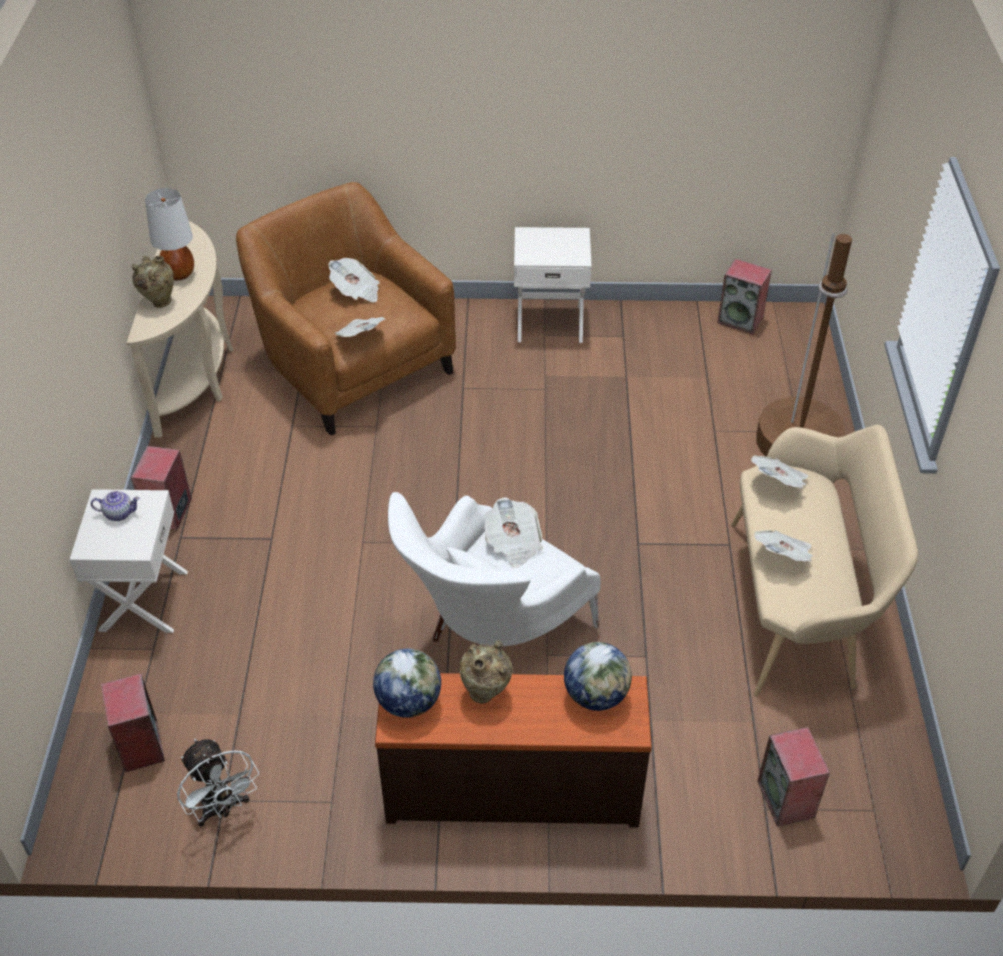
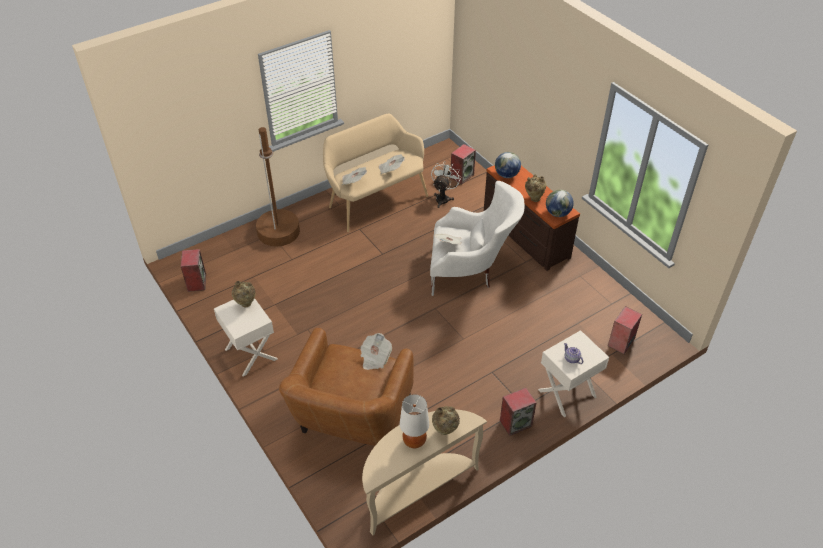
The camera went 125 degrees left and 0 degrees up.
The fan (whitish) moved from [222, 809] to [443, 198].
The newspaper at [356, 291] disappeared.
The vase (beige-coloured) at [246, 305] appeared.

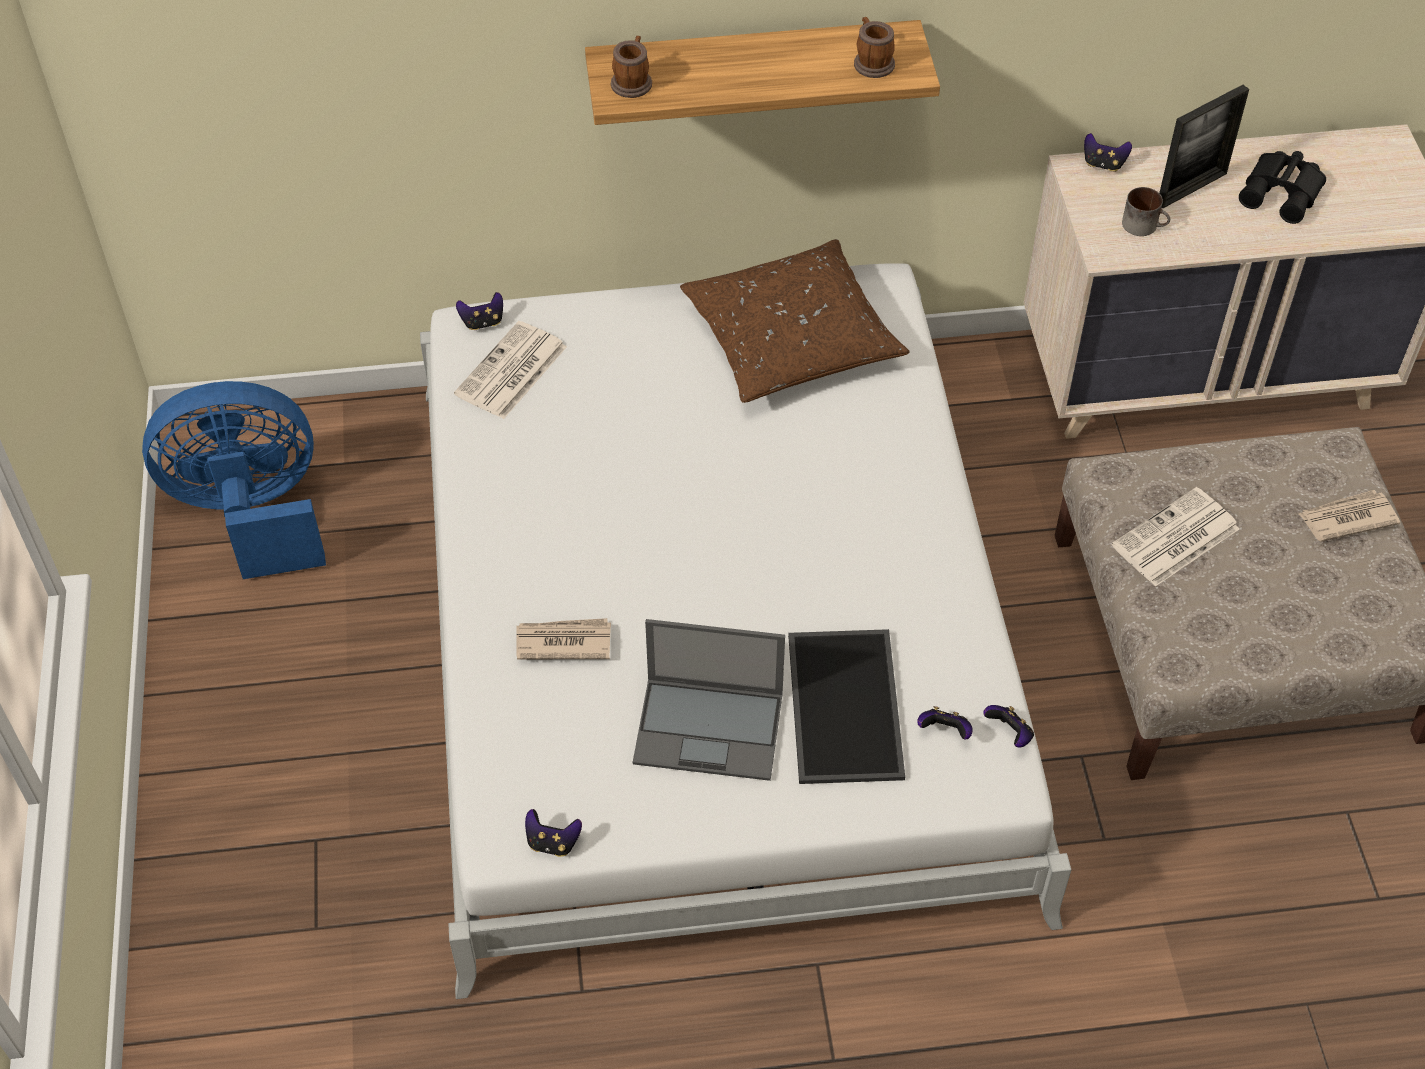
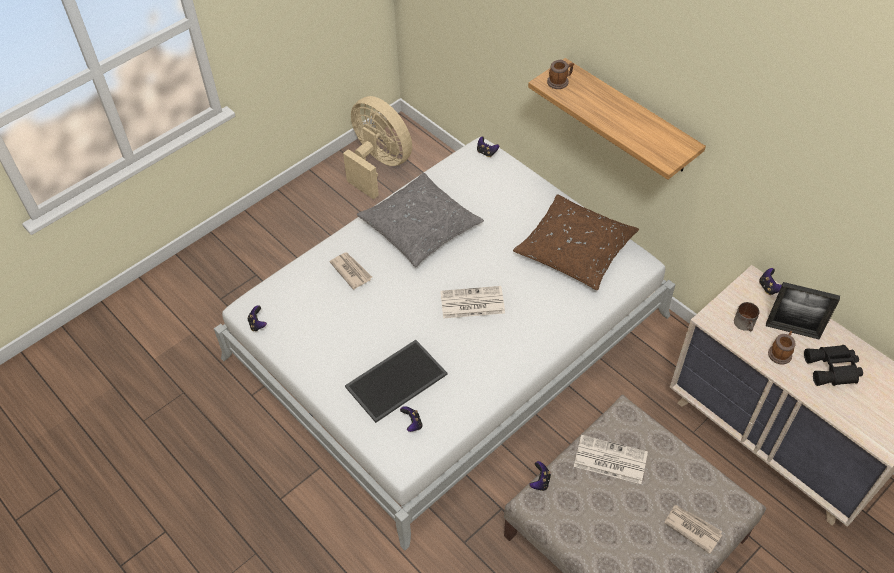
The camera went 55 degrees right and 0 degrees up.
The fan (blue-coloured) at [252, 514] became the fan (beige-coloured) at [378, 165].
The newspaper moved from [511, 372] to [471, 303].
The notebook computer at [710, 728] disappeared.
The mug moved from [871, 62] to [780, 352].
The joypad moved from [1009, 734] to [540, 481].
The cushion (gray) at [420, 227] appeared.

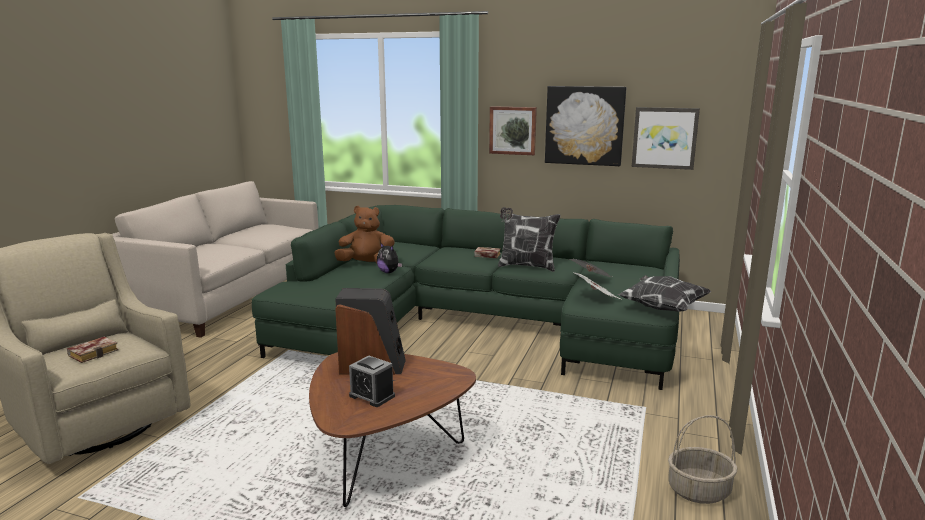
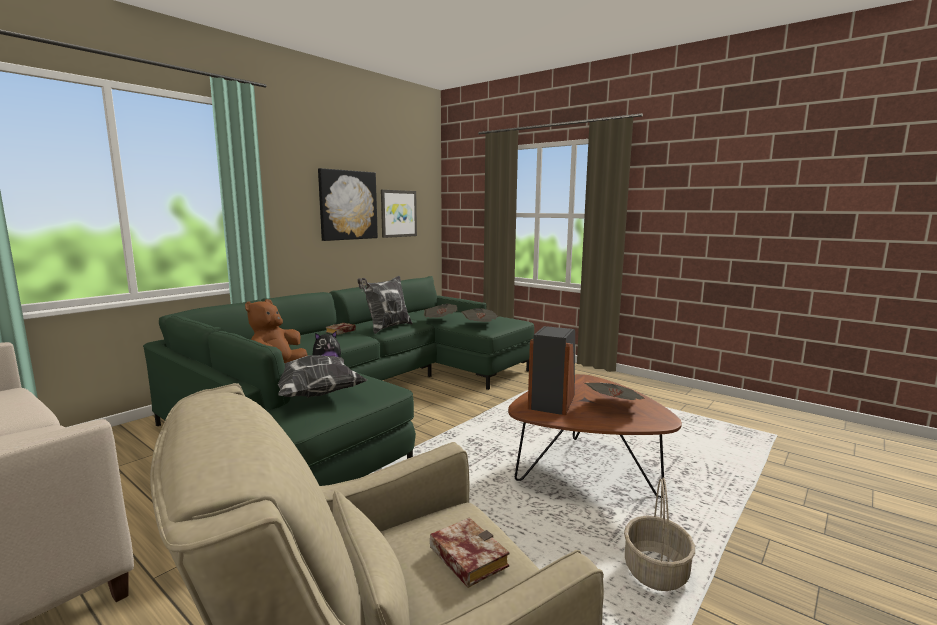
The camera went 70 degrees left and 5 degrees down.
The alarm clock at [372, 396] was replaced by the newspaper at [614, 407].
The picture at [513, 130] disappeared.
The cushion moved from [662, 308] to [312, 394].
The household basket moved from [698, 491] to [656, 572].

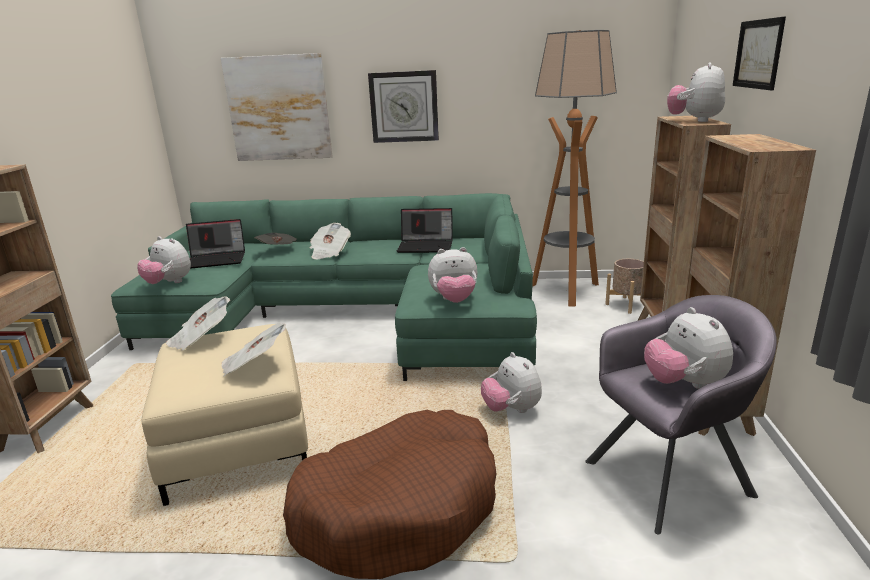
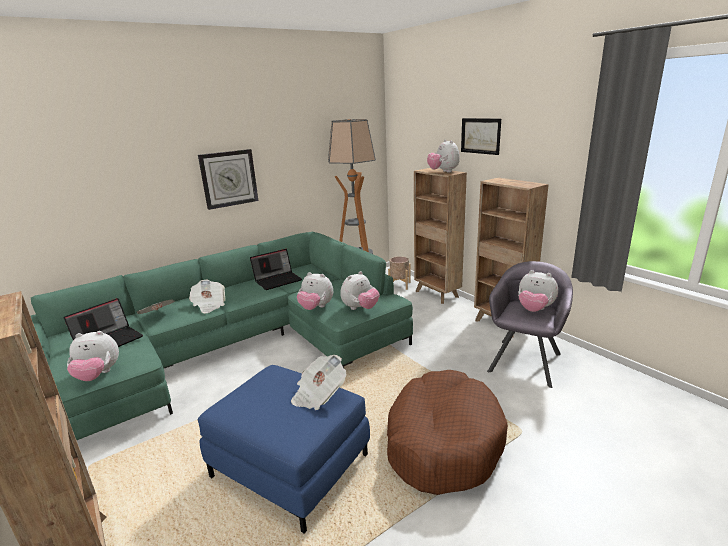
The camera went 40 degrees left and 0 degrees up.
The pouffe (beige-coloured) at [238, 442] became the pouffe (blue-coloured) at [290, 466].
The newspaper at [201, 339] disappeared.
The picture at [278, 108] disappeared.
The soft toy moved from [511, 409] to [316, 308].

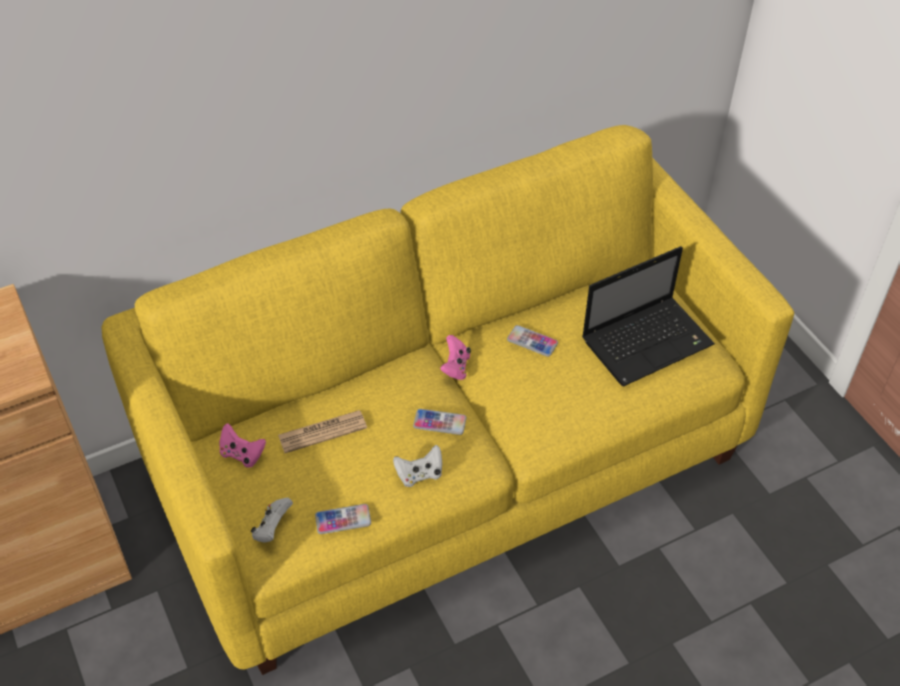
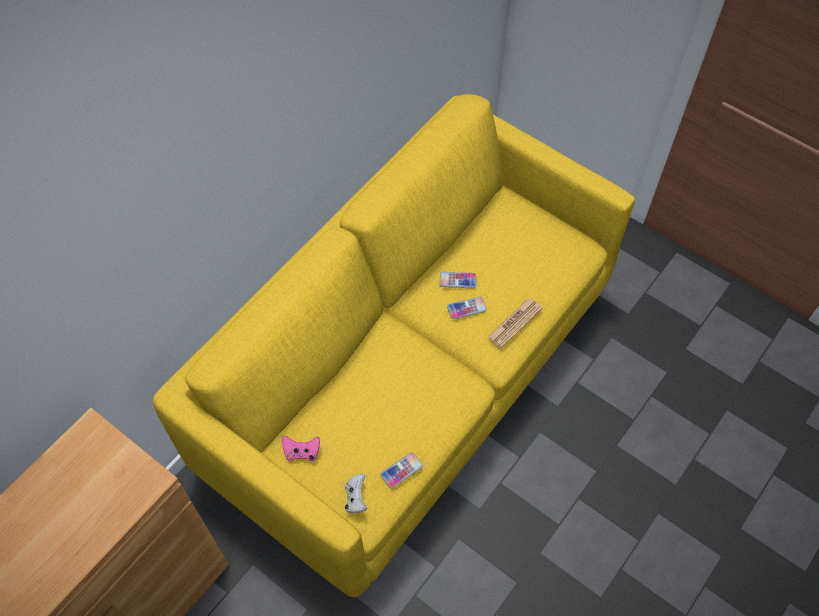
The camera went 25 degrees left and 10 degrees up.
The newspaper moved from [322, 432] to [514, 323].
The joypad (whitish) at [419, 474] disappeared.
The handset moved from [439, 422] to [466, 308].
The joypad (pink) at [455, 367] disappeared.
The notebook computer at [648, 341] disappeared.

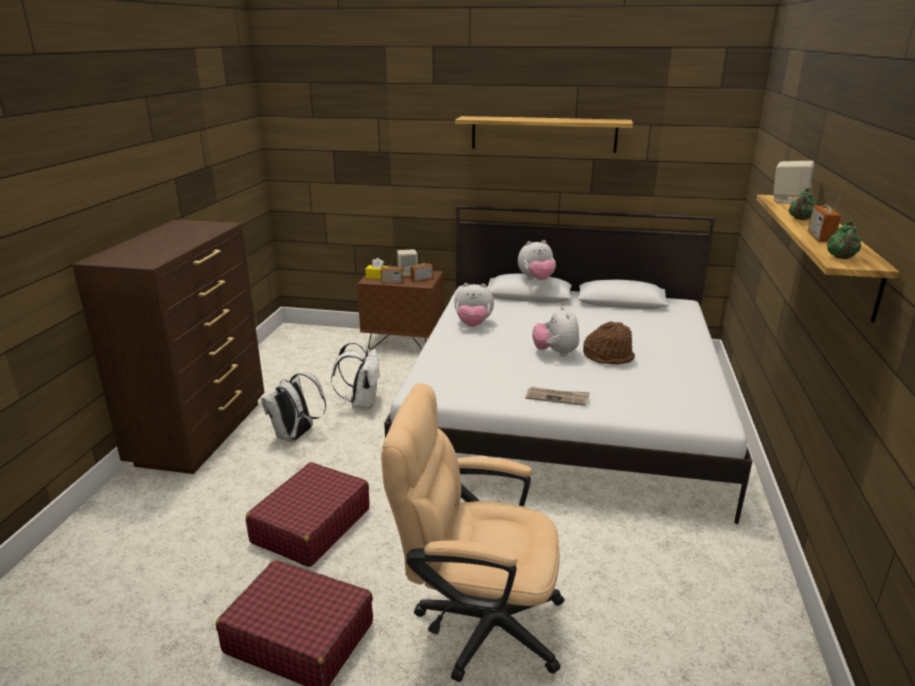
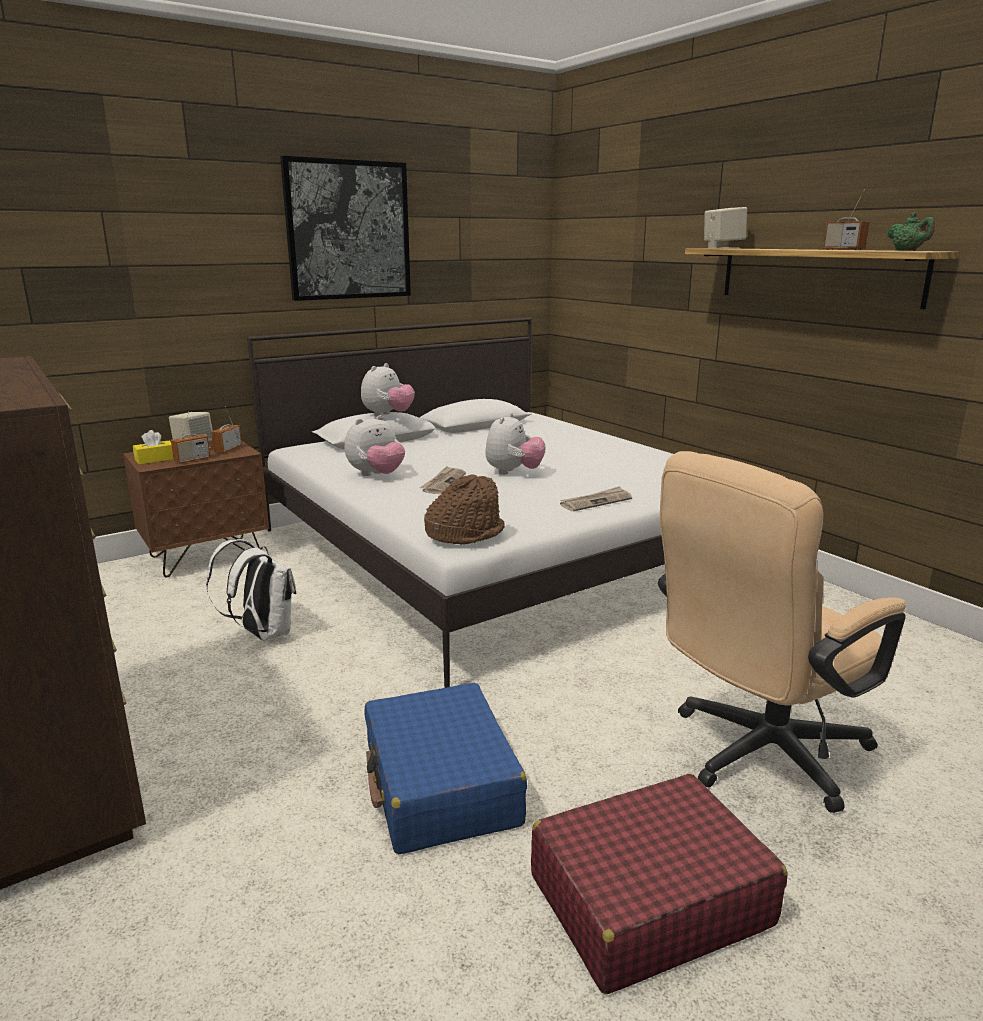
The camera went 45 degrees left and 5 degrees down.
The suitcase (reddish) at [311, 526] became the suitcase (blue-coloured) at [440, 785].
The rucksack (whitish) at [296, 436] disappeared.
The shelf at [543, 134] was replaced by the picture at [348, 230].
The soft toy at [555, 353] turned 105 degrees counterclockwise.
The clothing hat (brown-coloured) moved from [608, 356] to [464, 533].
The tea pot (green) at [800, 219] disappeared.
The newspaper at [443, 482] appeared.

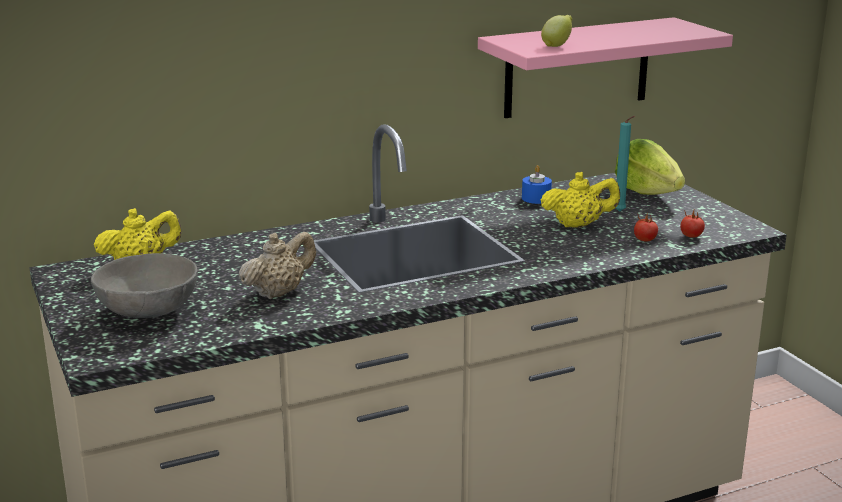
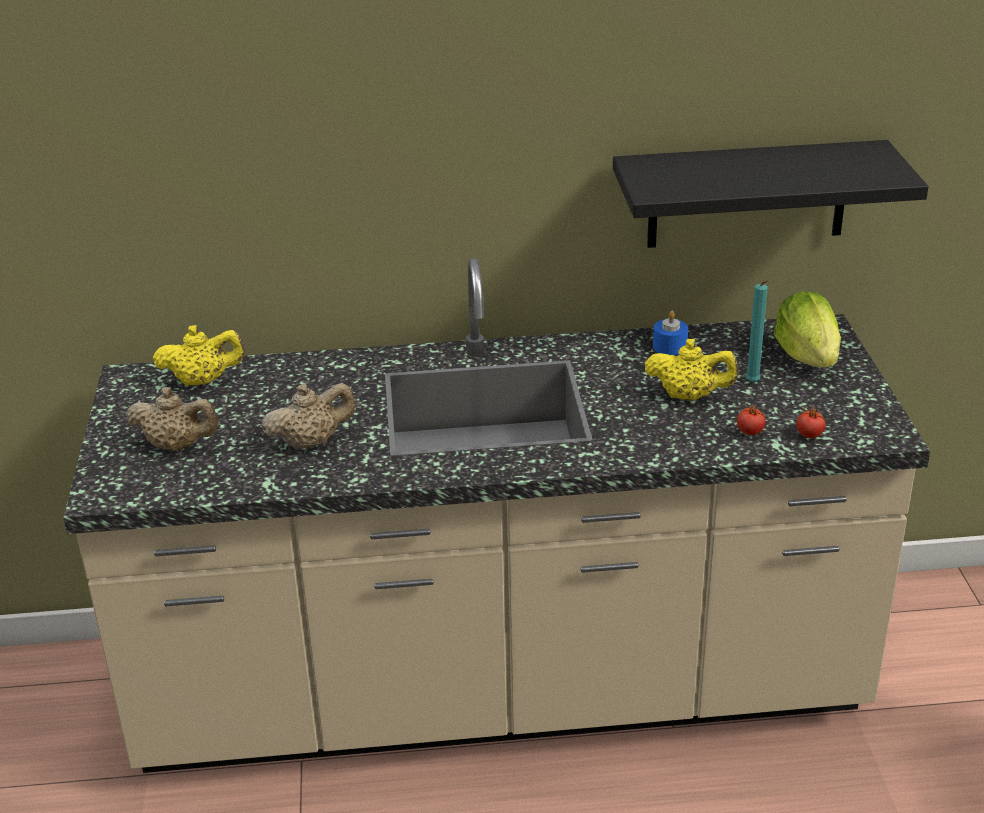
The camera went 20 degrees right and 10 degrees up.
The deep dish (gray) at [149, 312] was replaced by the tea pot (beige-coloured) at [177, 446].
The shelf (pink) at [577, 68] became the shelf (black) at [747, 194].
The whole lemon at [557, 45] disappeared.

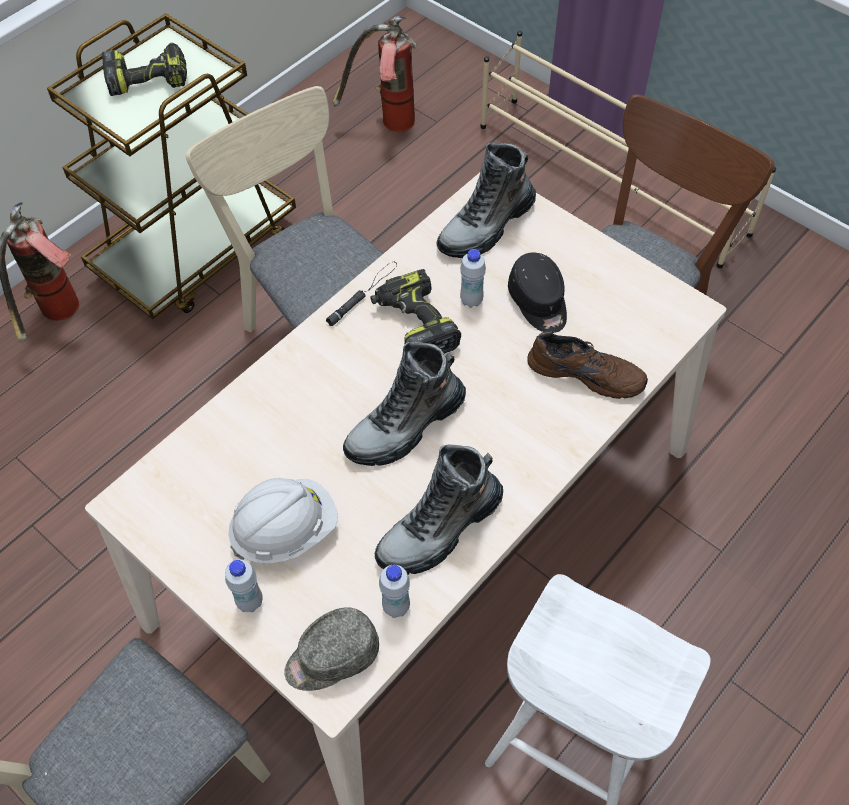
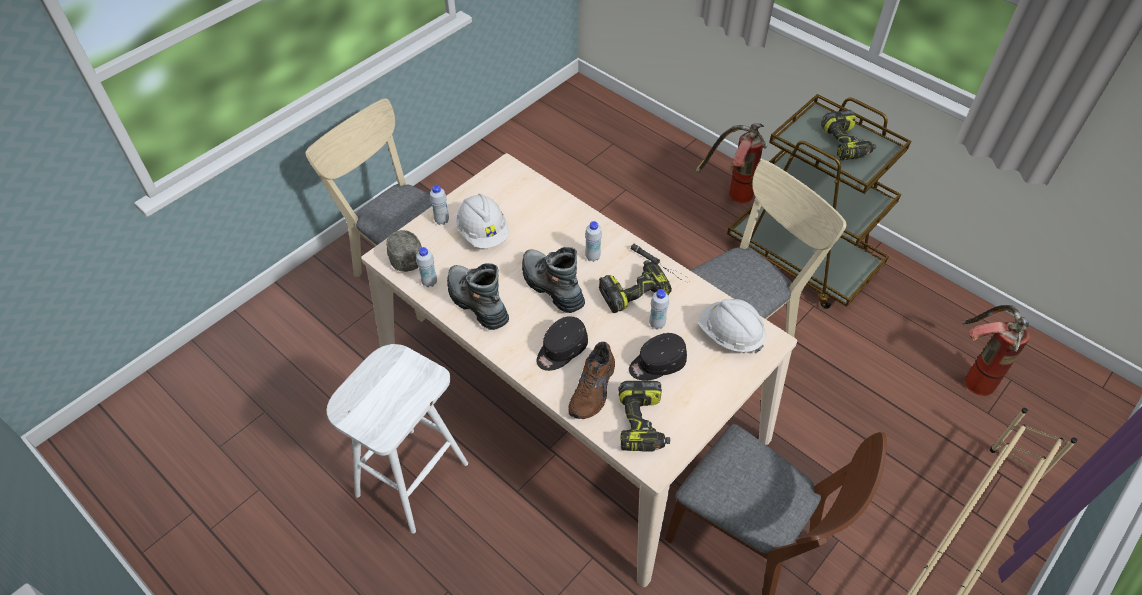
The camera went 90 degrees right and 5 degrees down.
The boot at [486, 226] was replaced by the work helmet (whitish) at [730, 335].
The baseball cap (black) at [561, 350] appeared.
The drink bottle (whitish) at [592, 257] appeared.
The electric drill at [642, 424] appeared.

